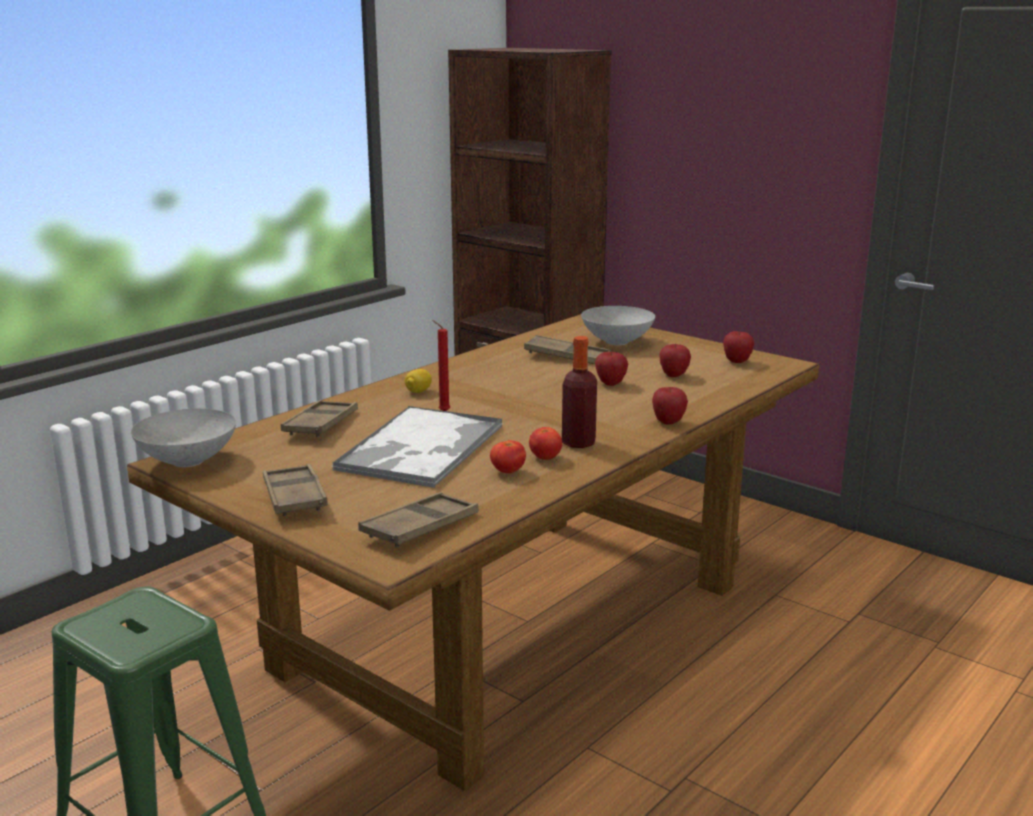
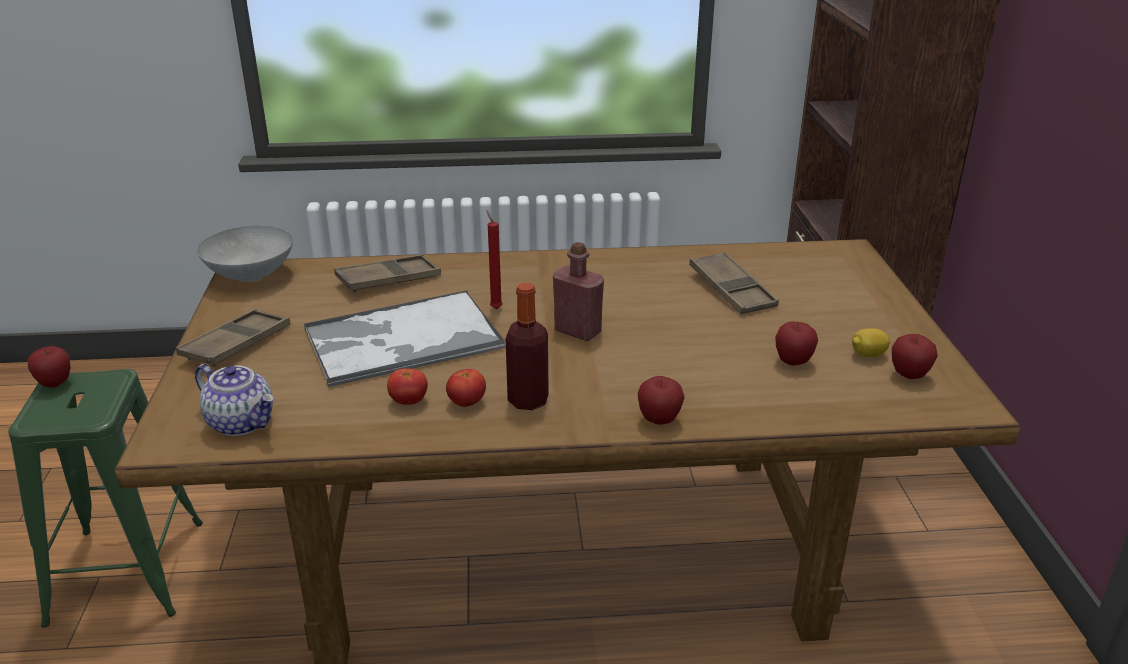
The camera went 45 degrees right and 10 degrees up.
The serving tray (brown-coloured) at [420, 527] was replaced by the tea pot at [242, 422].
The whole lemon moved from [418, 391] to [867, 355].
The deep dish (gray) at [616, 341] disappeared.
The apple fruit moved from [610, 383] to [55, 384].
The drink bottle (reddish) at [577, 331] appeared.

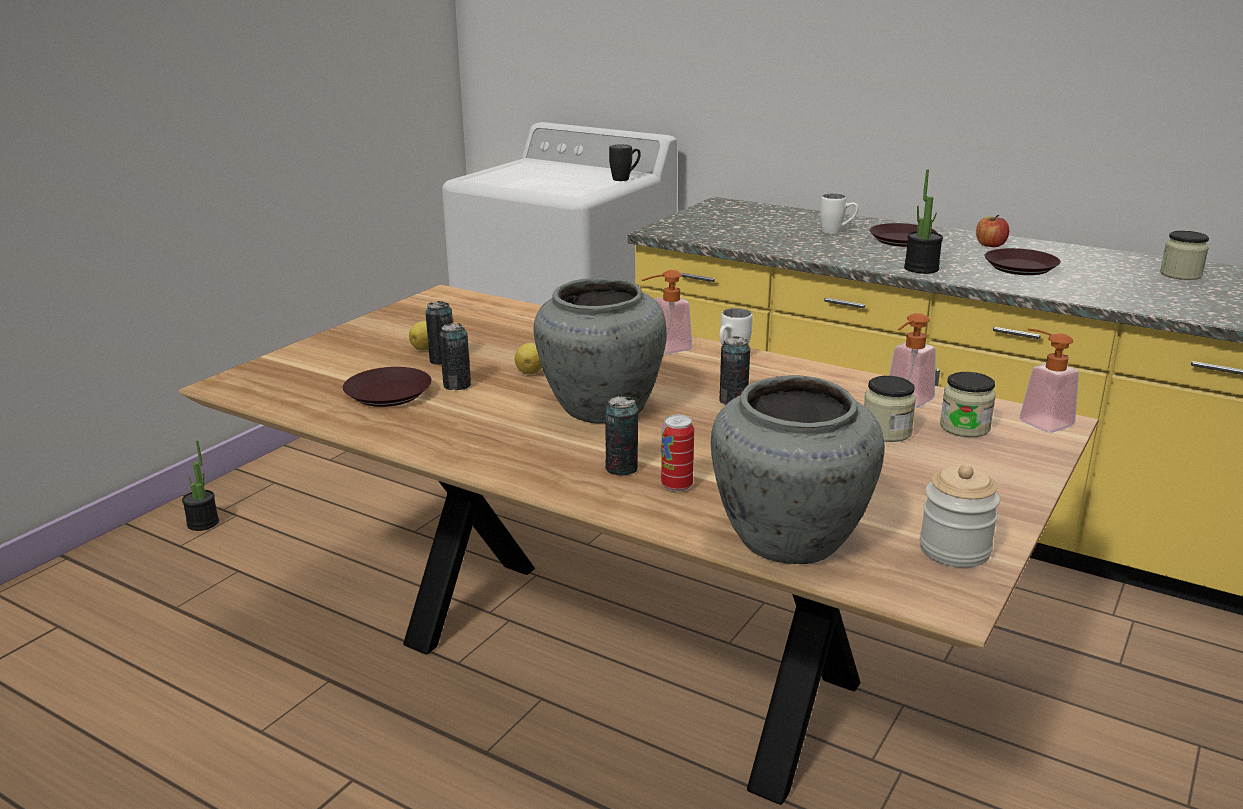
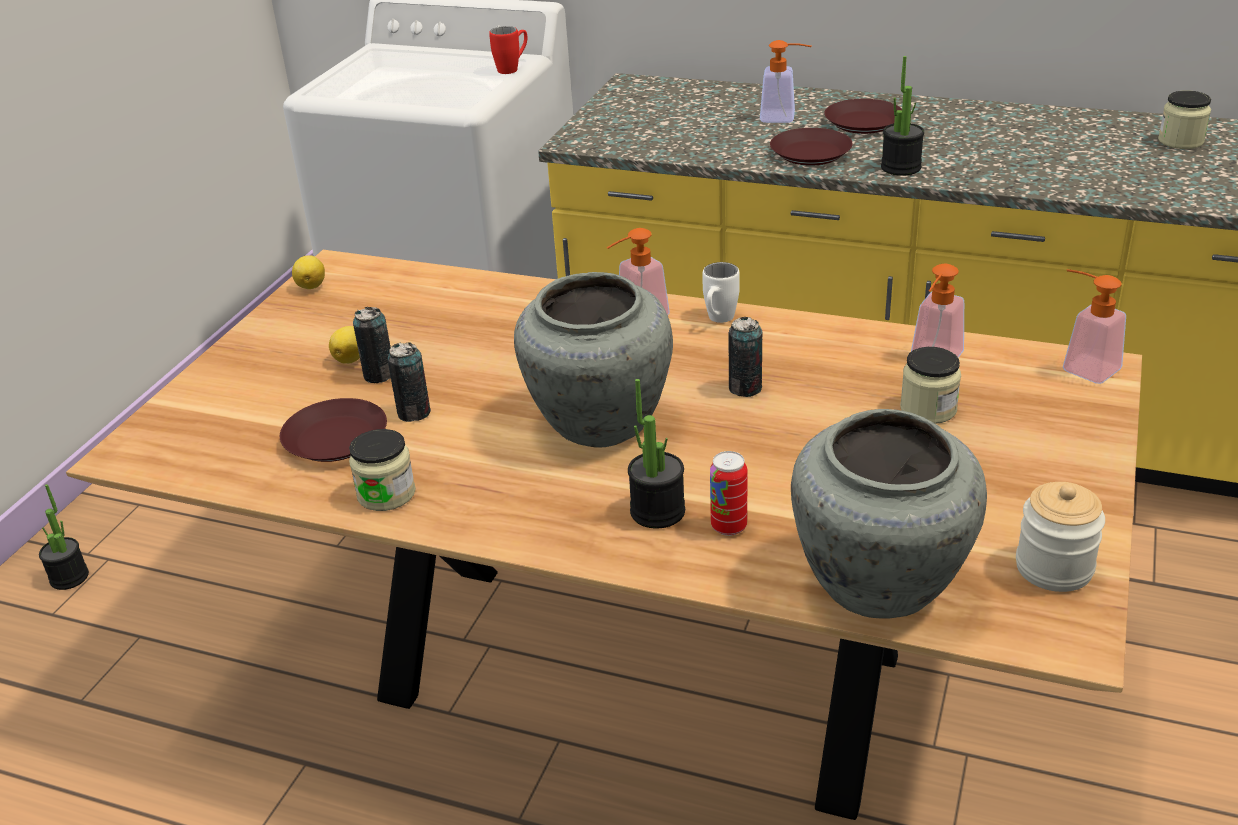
The camera went 10 degrees left and 10 degrees up.
The whole lemon moved from [531, 372] to [312, 286].
The metal can at [621, 468] was replaced by the plant in a pot at [657, 511].
The mug (black) at [625, 178] became the mug (reddish) at [513, 68].
The mug (whitish) at [837, 232] was replaced by the soap bottle at [784, 118].
The preserve jar moved from [964, 427] to [386, 494].
The apple fruit at [990, 245] disappeared.
The flat dish (brown-coloured) moved from [1019, 267] to [809, 153].

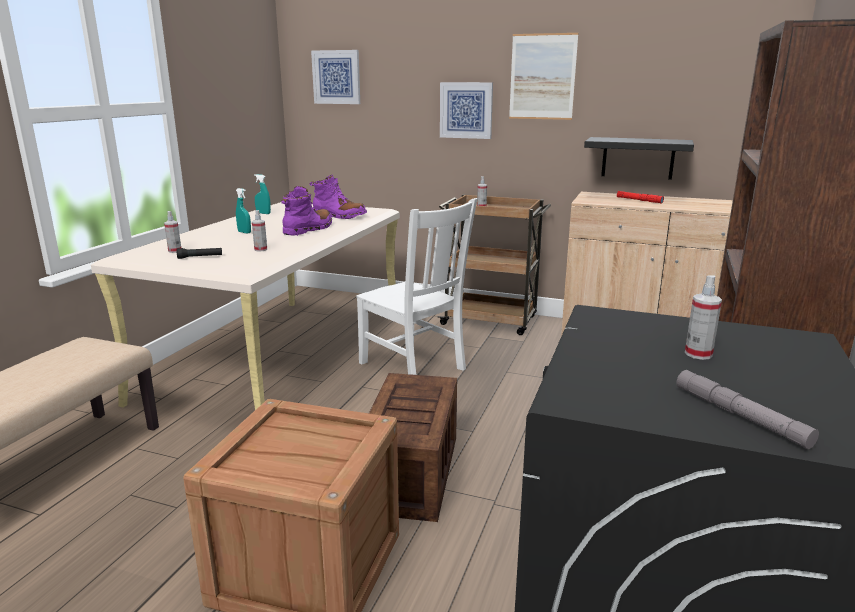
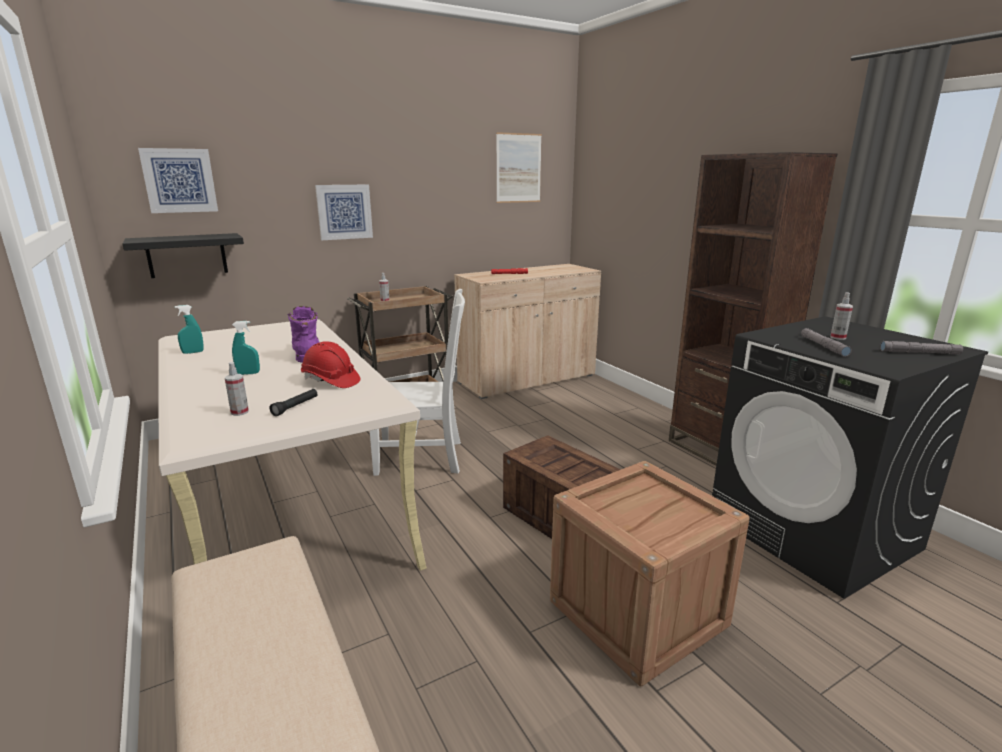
The camera went 50 degrees left and 0 degrees up.
The sprayer at [260, 249] was replaced by the work helmet (reddish) at [330, 381].
The boot (purple) at [339, 216] disappeared.
The picture moved from [542, 77] to [518, 168].
The shelf (black) moved from [638, 158] to [187, 255].
The hand torch (gray) at [823, 346] appeared.

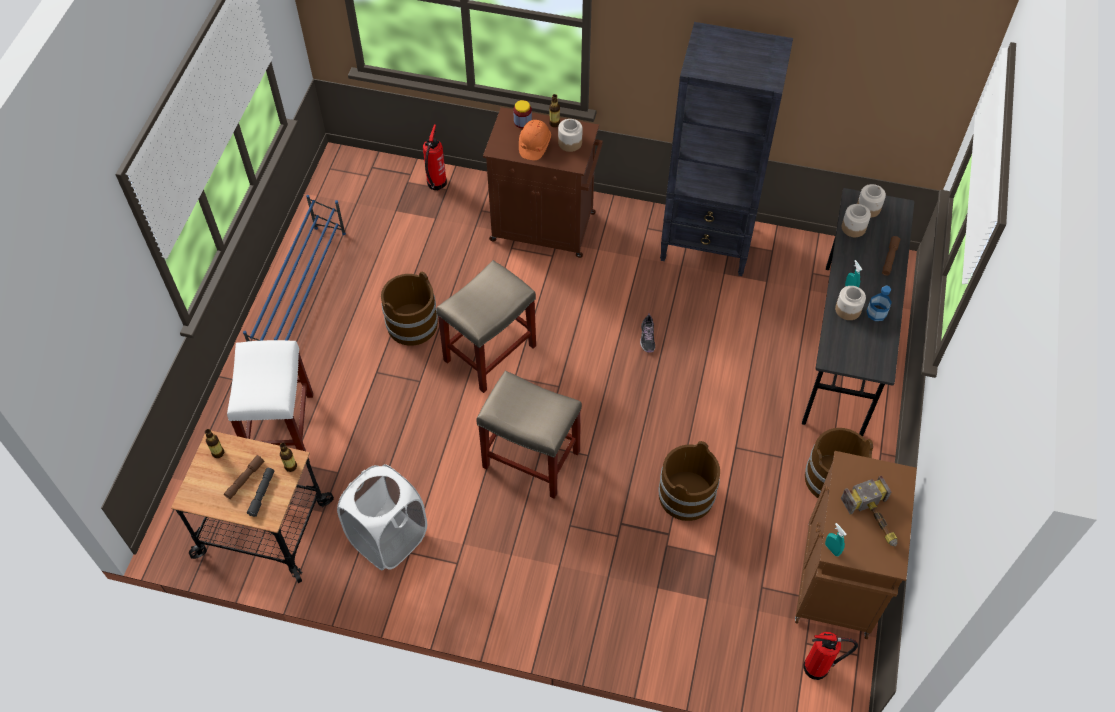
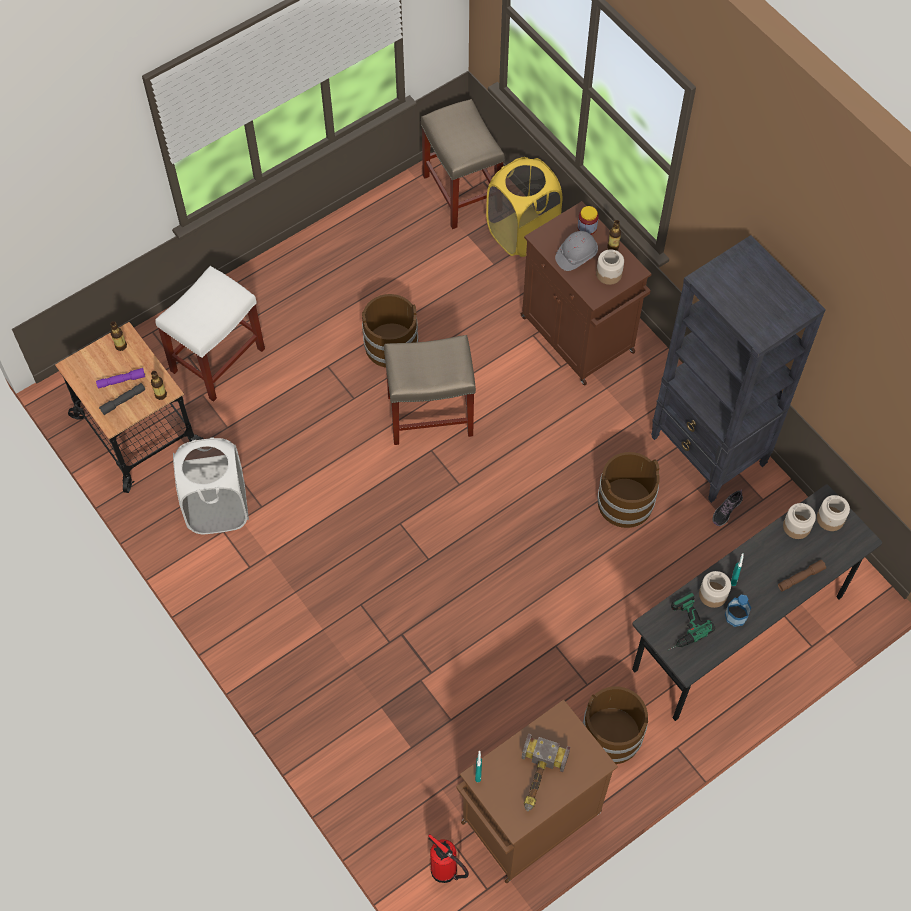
The camera went 40 degrees right and 5 degrees up.
The hand torch (brown-coloured) at [245, 479] became the hand torch (purple) at [121, 381].
The shoe stand (blue-coloured) at [302, 295] disappeared.
The extinguisher at [436, 184] was replaced by the laundry basket (yellow-coloured) at [522, 233].
The sitting stool (beige-coloured) moved from [530, 459] to [461, 192].
The work helmet (orange-coloured) at [534, 145] became the work helmet (gray) at [576, 255].
The item of footwear moved from [647, 337] to [726, 510].
The bucket (brown-coloured) moved from [686, 495] to [625, 502].
The electric drill at [680, 625] appeared.

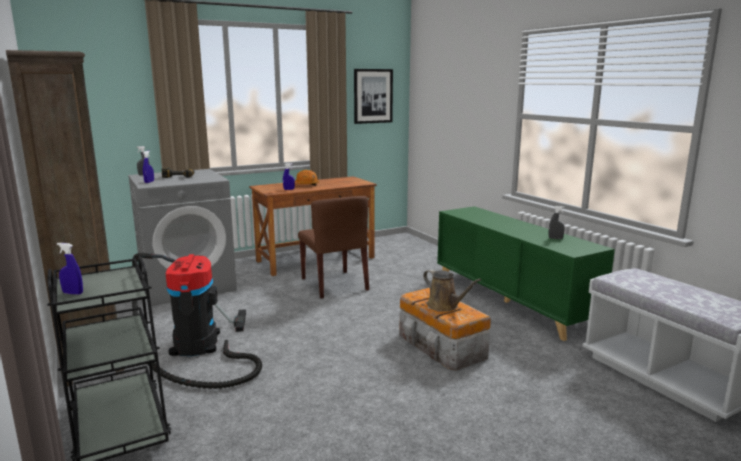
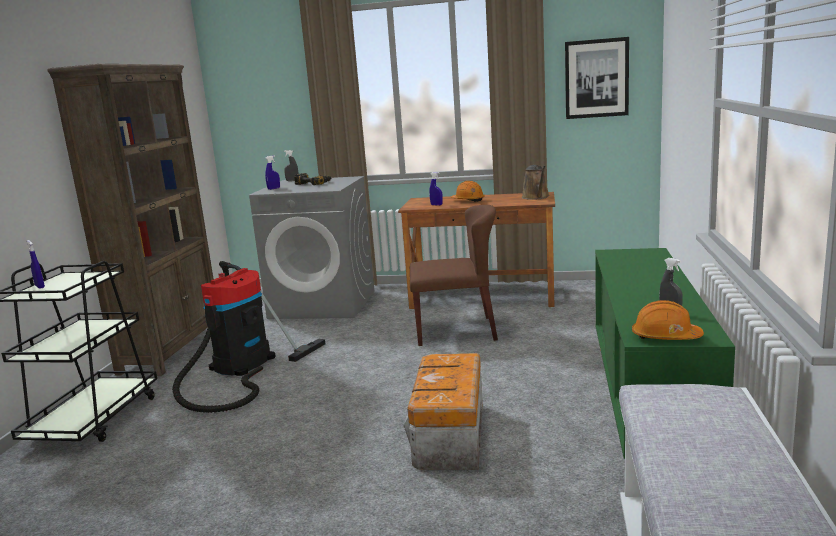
The camera went 40 degrees right and 0 degrees up.
The chair (brown-coloured) at [334, 284] turned 105 degrees counterclockwise.
The watering pot (brown-coloured) moved from [445, 306] to [536, 197].
The work helmet (orange-coloured) at [665, 337] appeared.

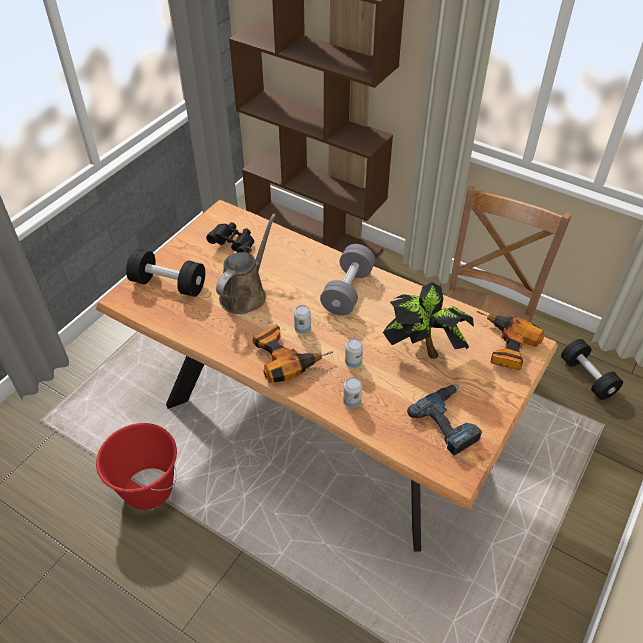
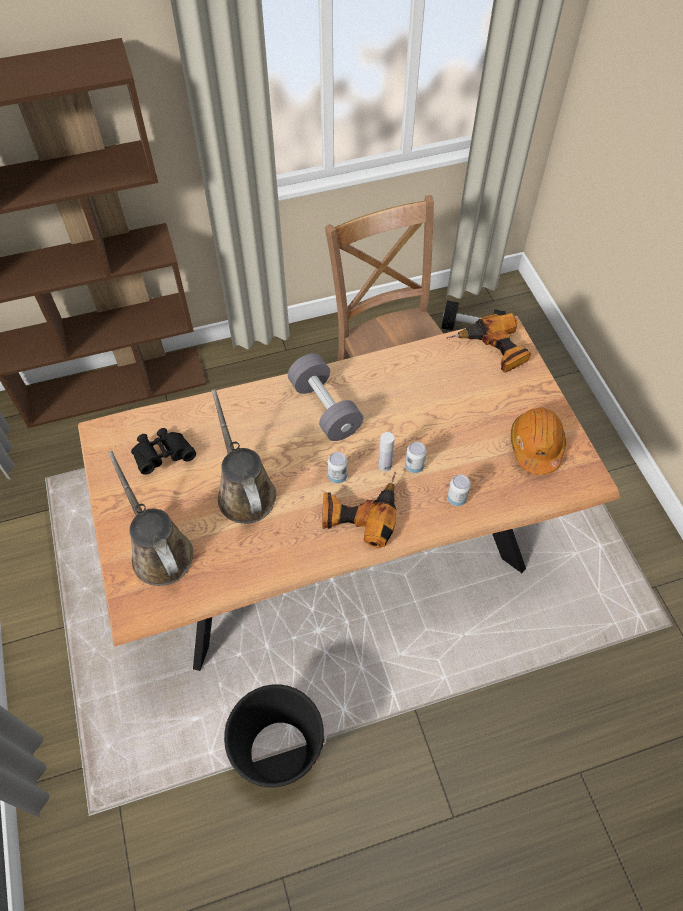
The camera went 50 degrees left and 10 degrees up.
The bucket (reddish) at [148, 489] became the bucket (black) at [279, 752].
The free weight (black) at [168, 284] was replaced by the watering pot (brown-coloured) at [159, 551].
The plant in a pot at [423, 349] disappeared.
The electric drill at [449, 421] was replaced by the work helmet (orange-coloured) at [536, 446].
The drink bottle (whitish) at [385, 465] appeared.

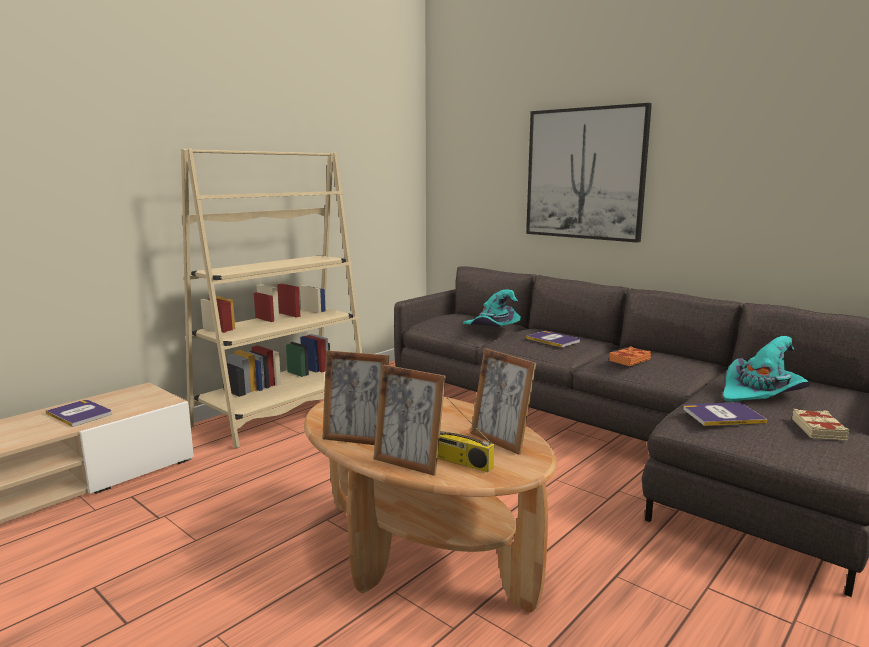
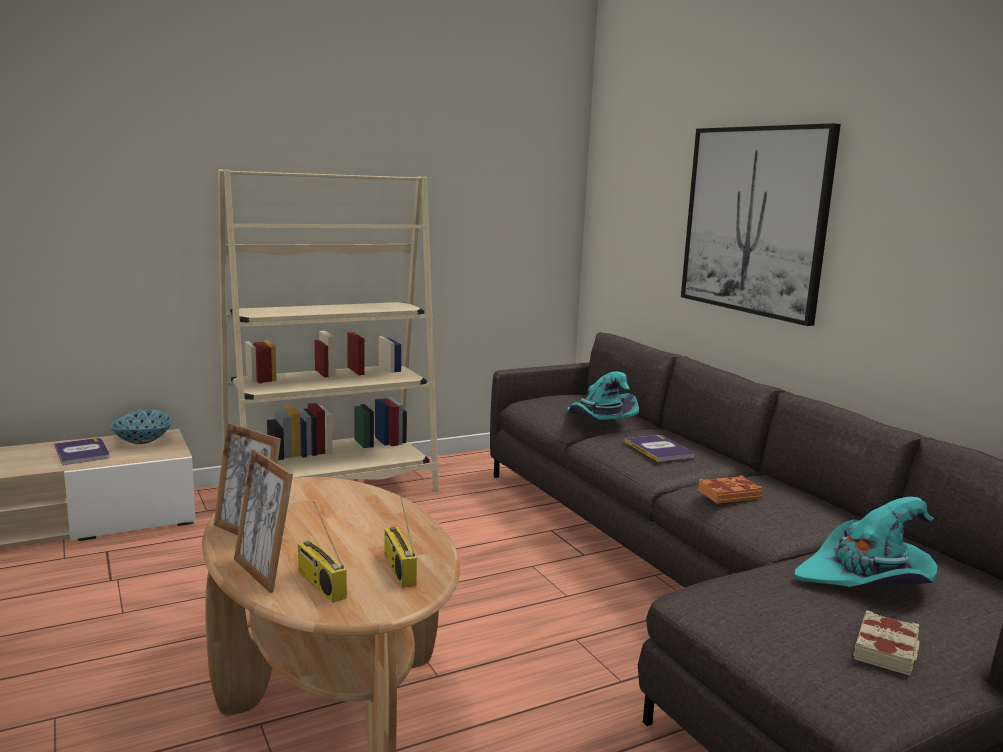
The camera went 20 degrees right and 0 degrees up.
The standing frame at [500, 441] was replaced by the radio at [398, 569].
The volume at [722, 415] disappeared.
The deep dish at [143, 440] appeared.

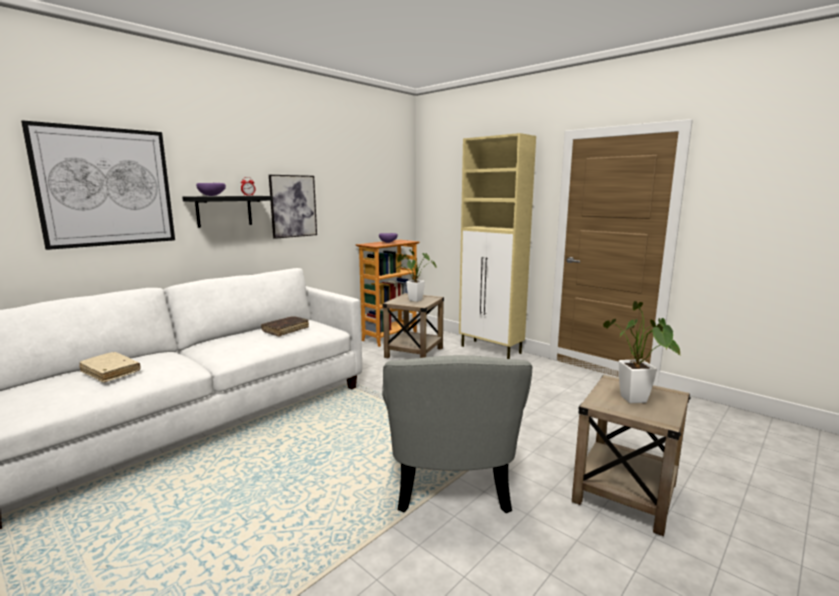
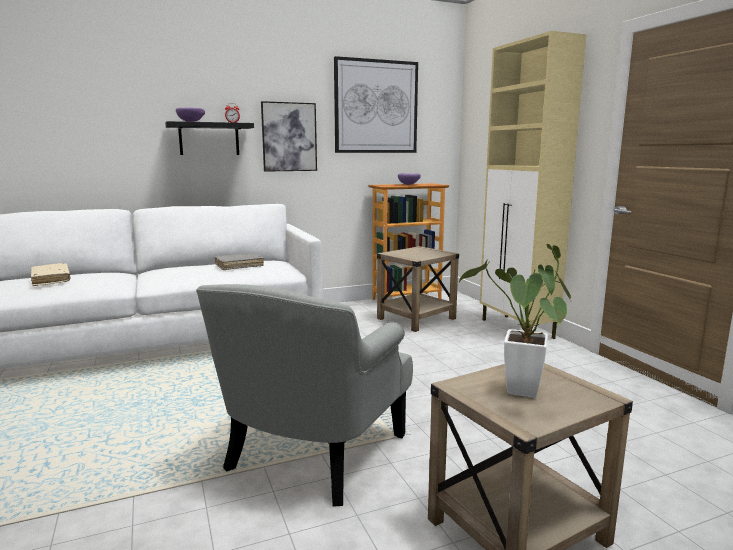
The camera went 25 degrees right and 0 degrees up.
The picture moved from [106, 187] to [376, 107].
The volume (brown-coloured) at [285, 330] became the volume (gray) at [239, 266].
The plant in a pot at [413, 300] disappeared.

